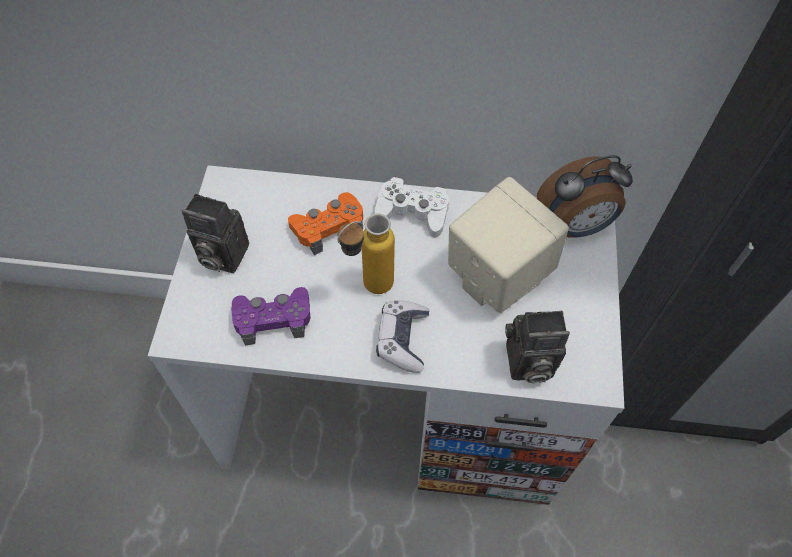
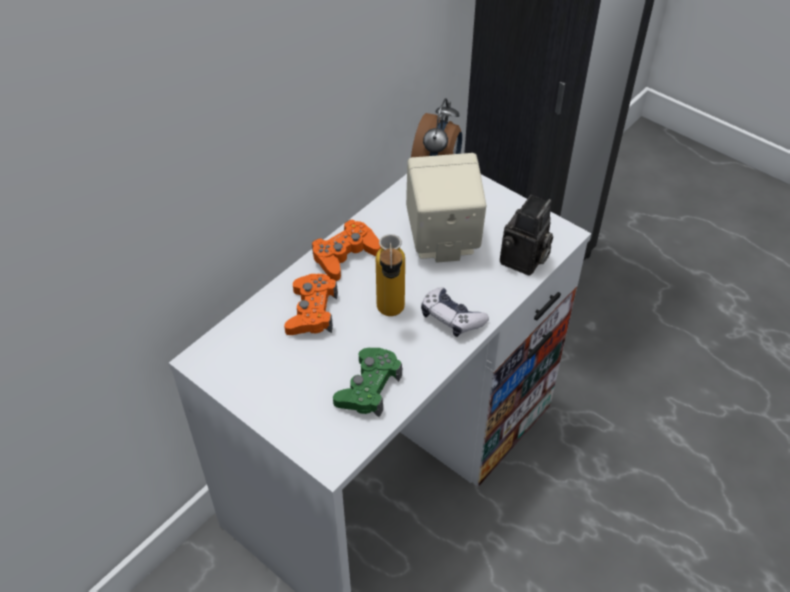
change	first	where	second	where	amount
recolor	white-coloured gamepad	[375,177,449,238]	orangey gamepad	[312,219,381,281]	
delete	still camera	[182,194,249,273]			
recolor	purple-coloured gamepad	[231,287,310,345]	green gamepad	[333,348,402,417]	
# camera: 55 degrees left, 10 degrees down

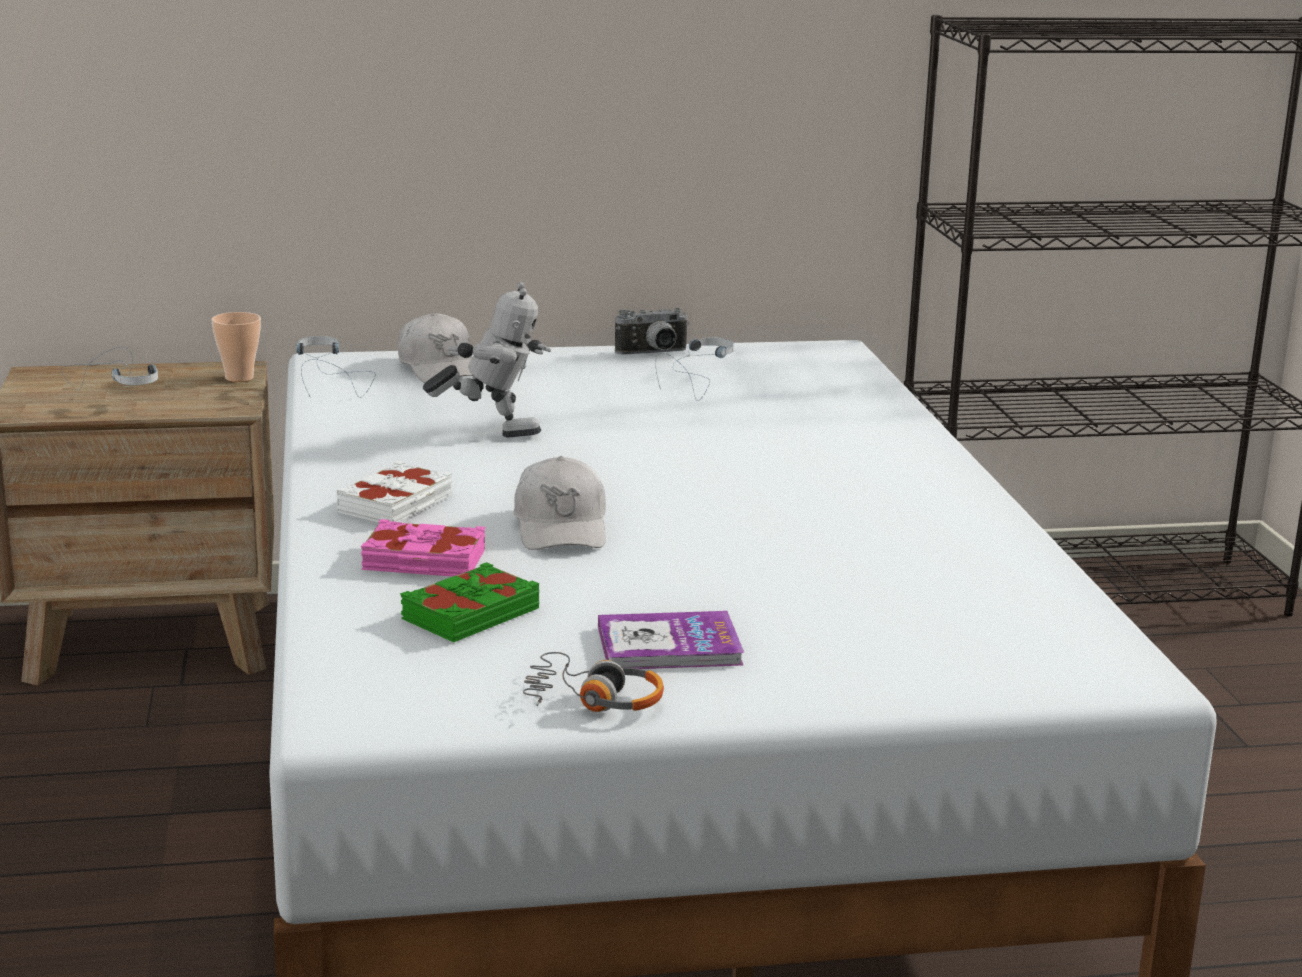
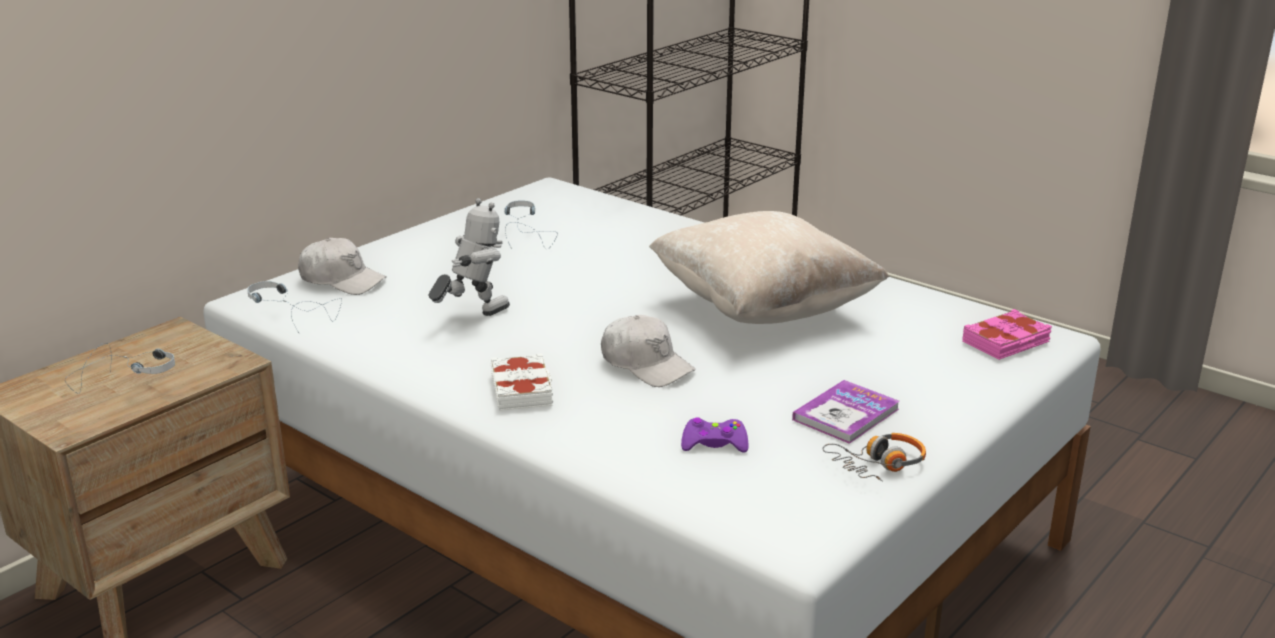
change	first	where	second	where	amount
delete	still camera	[615,308,689,355]			
delete	drinking cup	[211,312,261,382]			
move	pink-coloured volume	[361,519,485,577]		[962,309,1052,360]	
replace	green volume	[400,562,540,642]	purple-coloured gamepad	[681,418,749,453]	
insert			beige-coloured pillow	[649,211,889,324]	
# camera: 40 degrees left, 5 degrees up

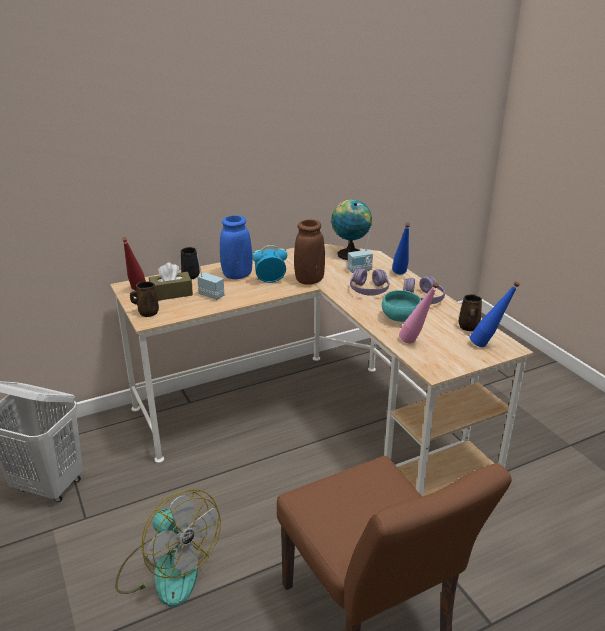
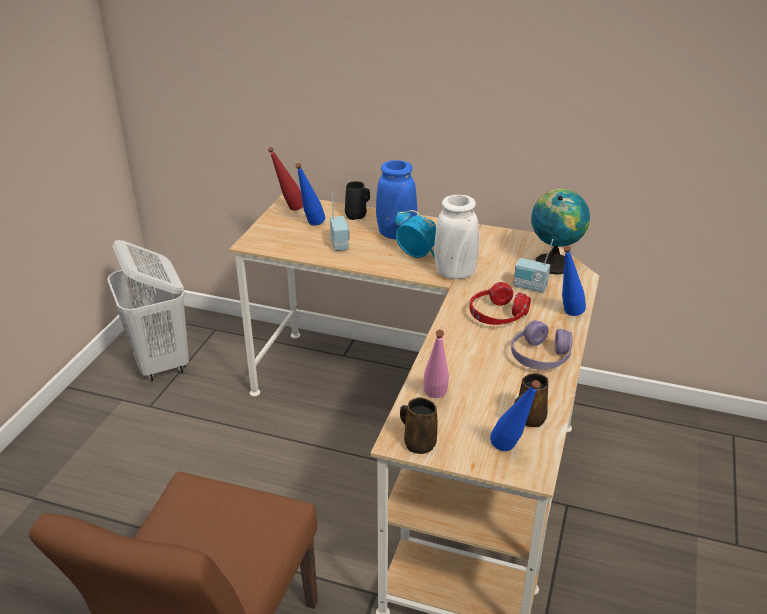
change	first	where	second	where	amount
recolor	brown flower vase	[294,219,325,285]	white-coloured flower vase	[434,195,479,279]	
replace	brown tissue box	[149,262,193,301]	bluish bottle	[295,163,325,226]	
recolor	purple-coloured headphones	[350,268,389,296]	red headphones	[470,282,531,325]	
move	brown tea mug	[130,282,159,317]		[400,397,438,454]	
delete	blue-green bowl	[382,290,421,322]			
delete	fan	[115,489,221,607]			
# camera: 45 degrees right, 5 degrees up

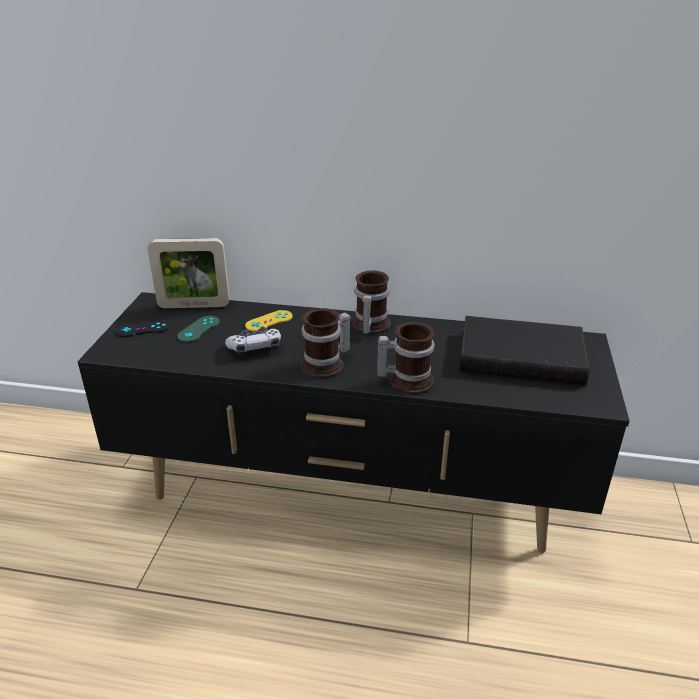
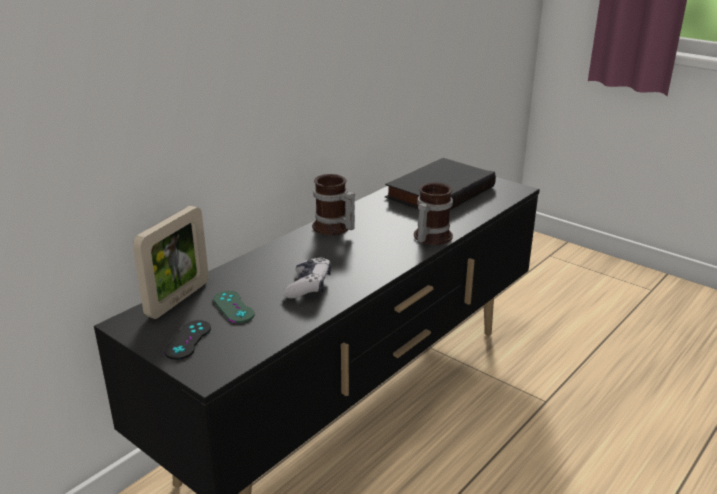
change	first	where	second	where	amount
delete	tea mug	[301,308,351,378]			
delete	yellow-coloured gamepad	[245,310,293,332]			
# camera: 60 degrees left, 5 degrees down

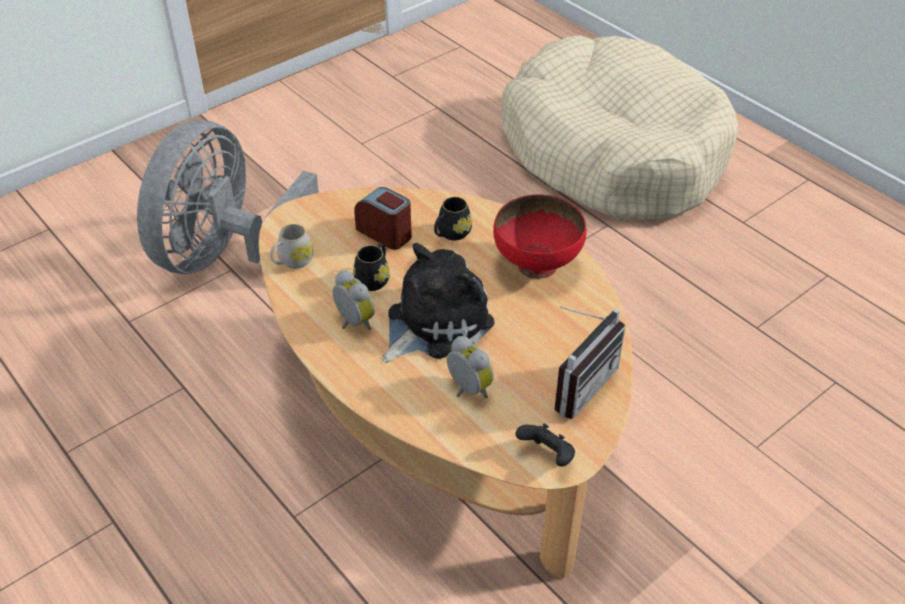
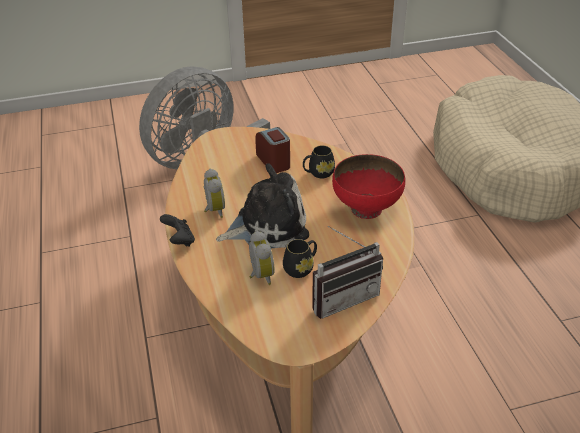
change	first	where	second	where	amount
delete	white-coloured tea mug	[270,224,313,269]			
move	black tea mug	[353,243,390,291]		[283,239,317,278]	
move	black gamepad	[516,424,575,467]		[160,214,195,247]	
# camera: 25 degrees right, 5 degrees down

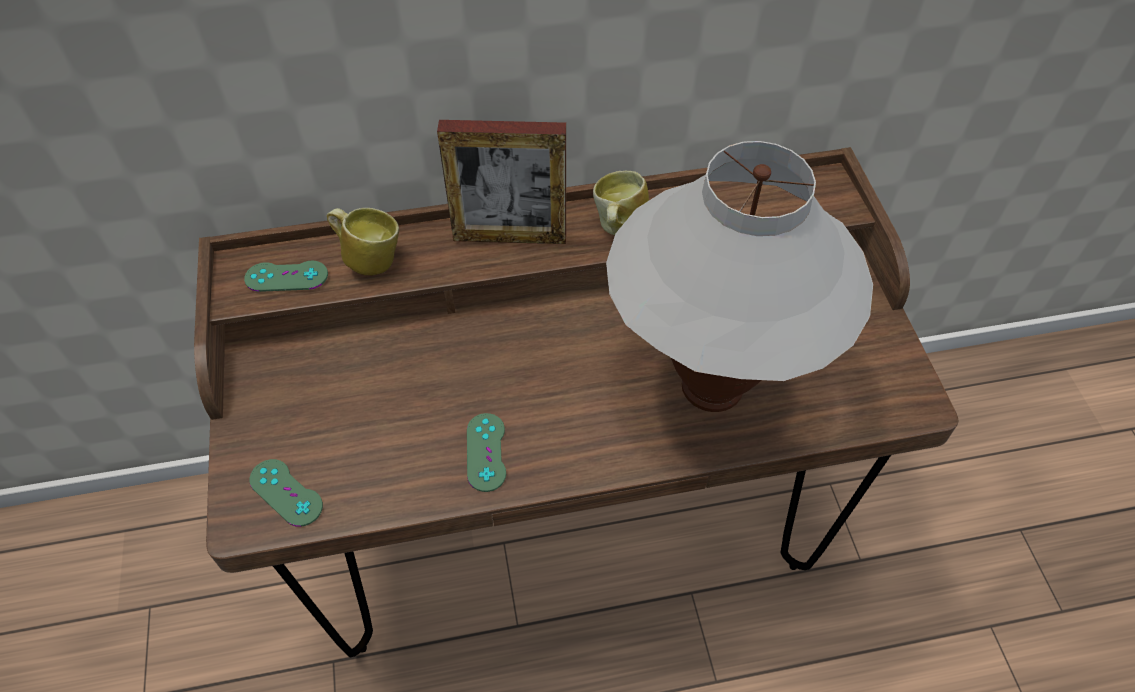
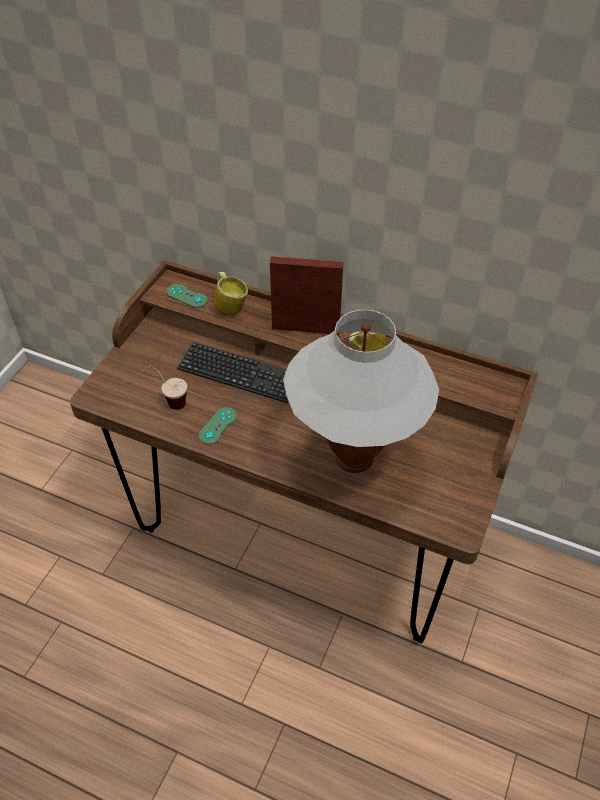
change	first	where	second	where	amount
rotate	standing frame	[437,120,566,244]		[270,256,343,335]	150 degrees clockwise
delete	green gamepad	[249,459,323,527]			
insert			keyboard	[177,342,289,403]	
insert			drinking cup	[145,362,187,410]	
# camera: 35 degrees right, 5 degrees down

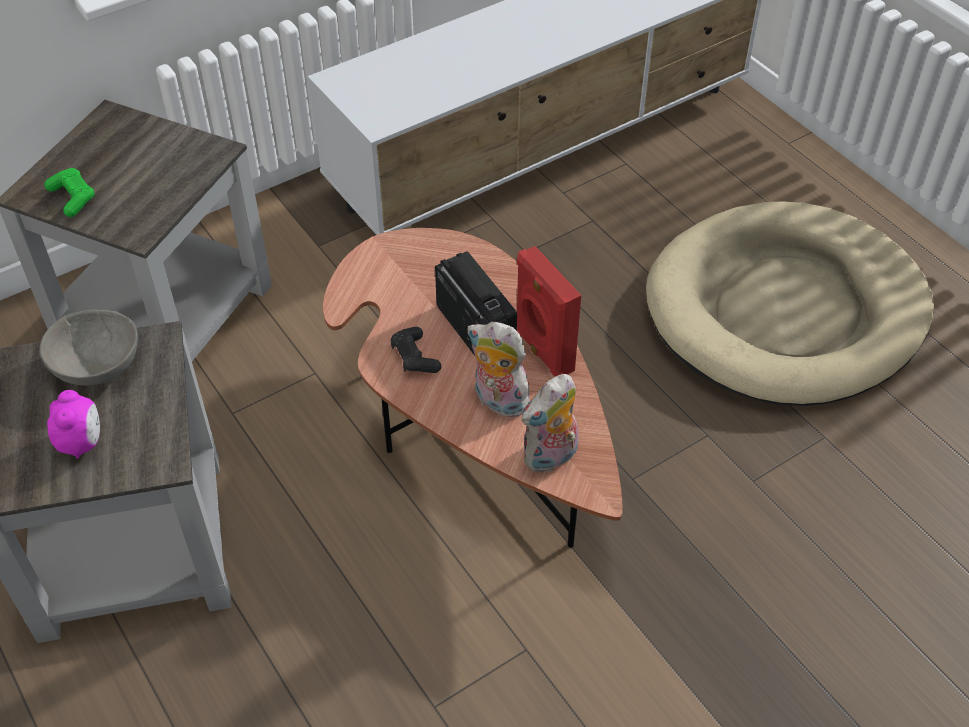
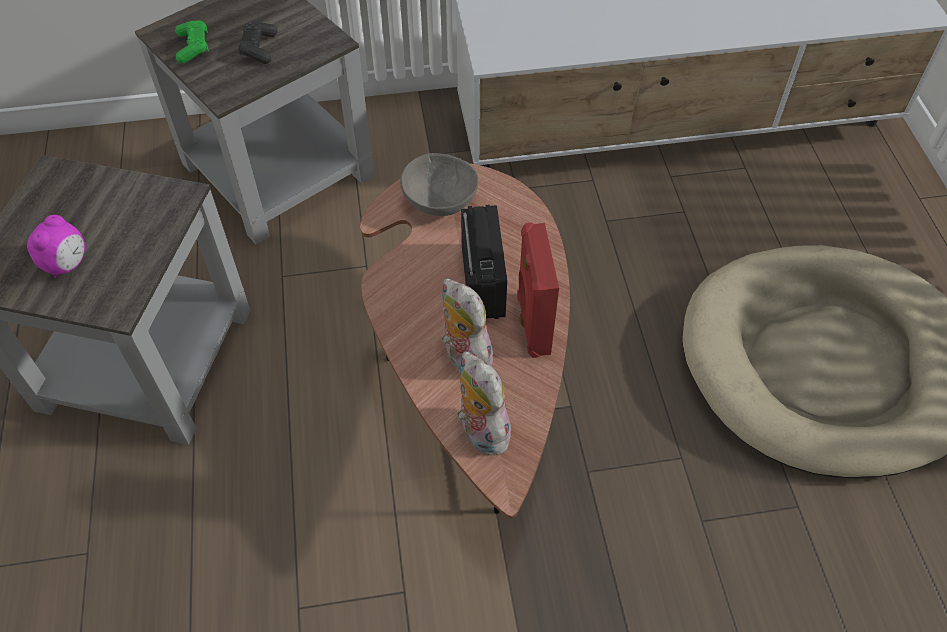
change	first	where	second	where	amount
move	gray bowl	[39,310,138,386]		[400,153,479,216]	
move	black gamepad	[391,327,441,373]		[238,22,277,64]	
rotate	soft toy	[522,374,578,473]		[457,351,511,455]	75 degrees clockwise
# camera: 25 degrees right, 5 degrees up

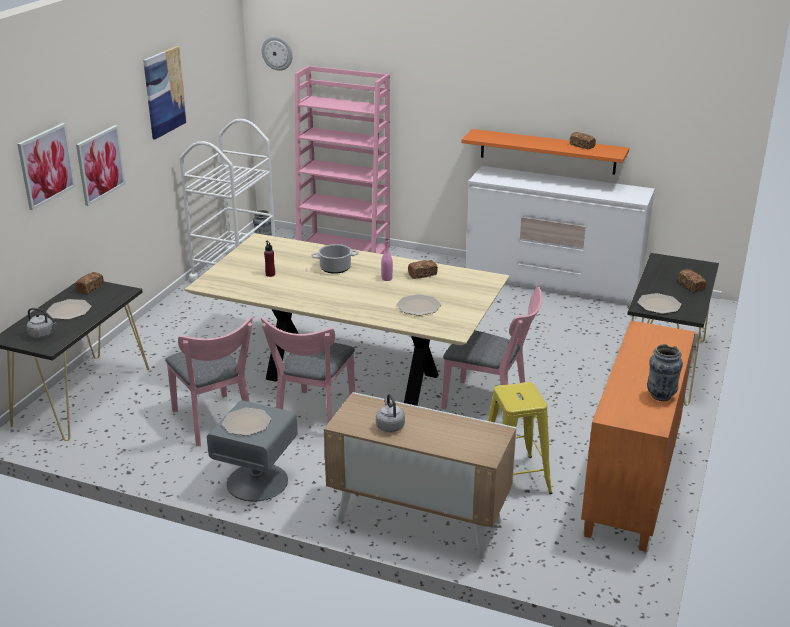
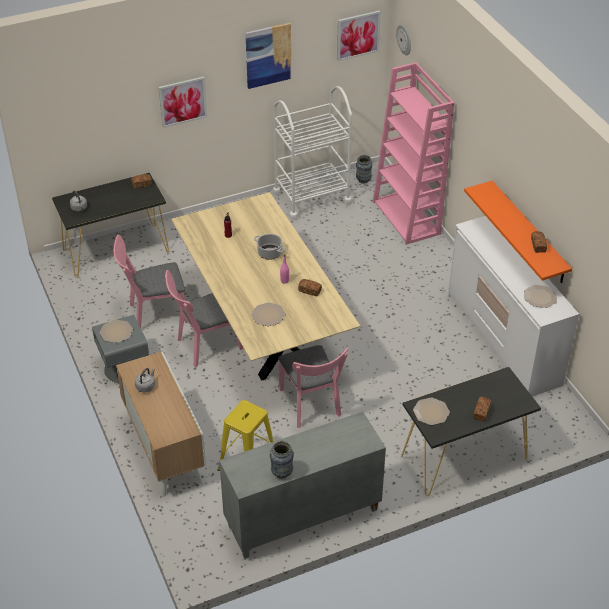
change	first	where	second	where	amount
move	picture	[18,123,76,210]		[337,10,381,61]	
move	flat dish	[46,299,91,320]		[524,285,557,308]	
rotate	pink-coloured chair	[165,317,253,446]		[114,235,188,328]	60 degrees clockwise
recolor	orangey cupboard	[581,320,695,552]	gray cupboard	[219,412,386,559]	
# camera: 45 degrees right, 15 degrees up

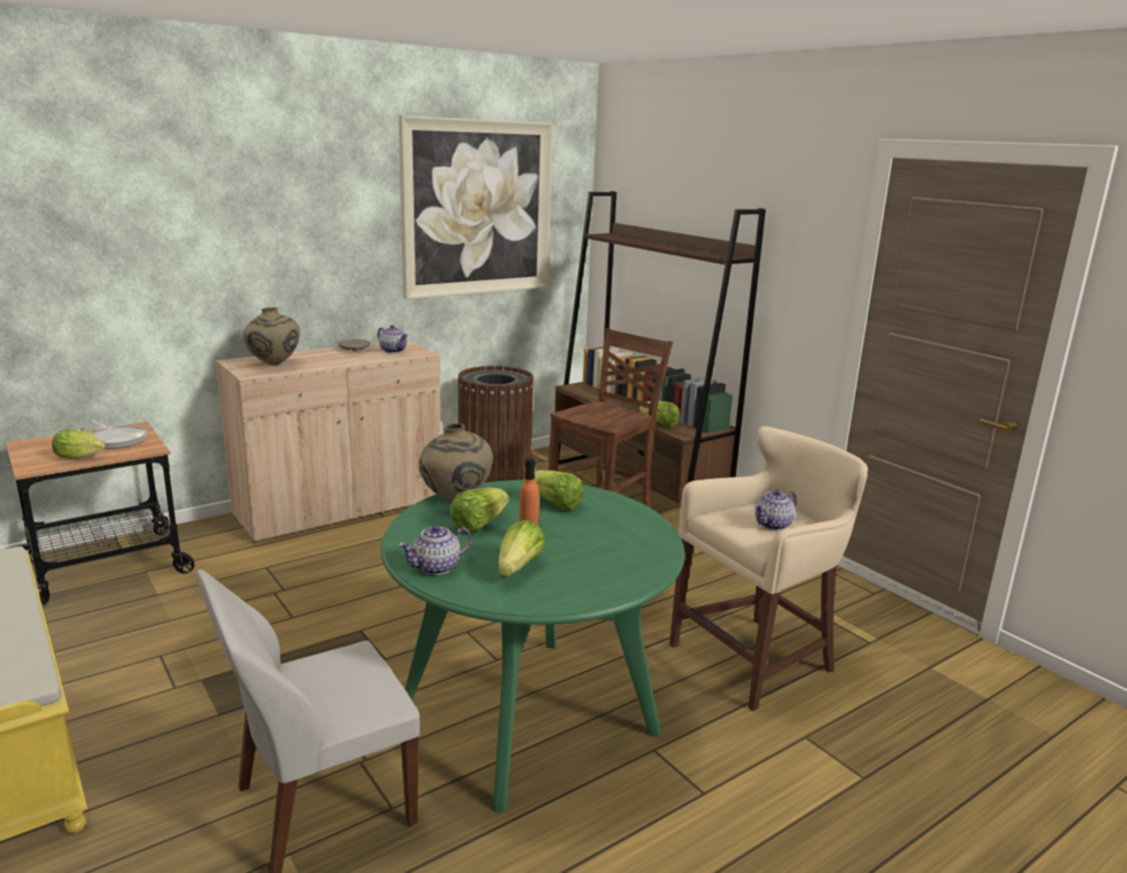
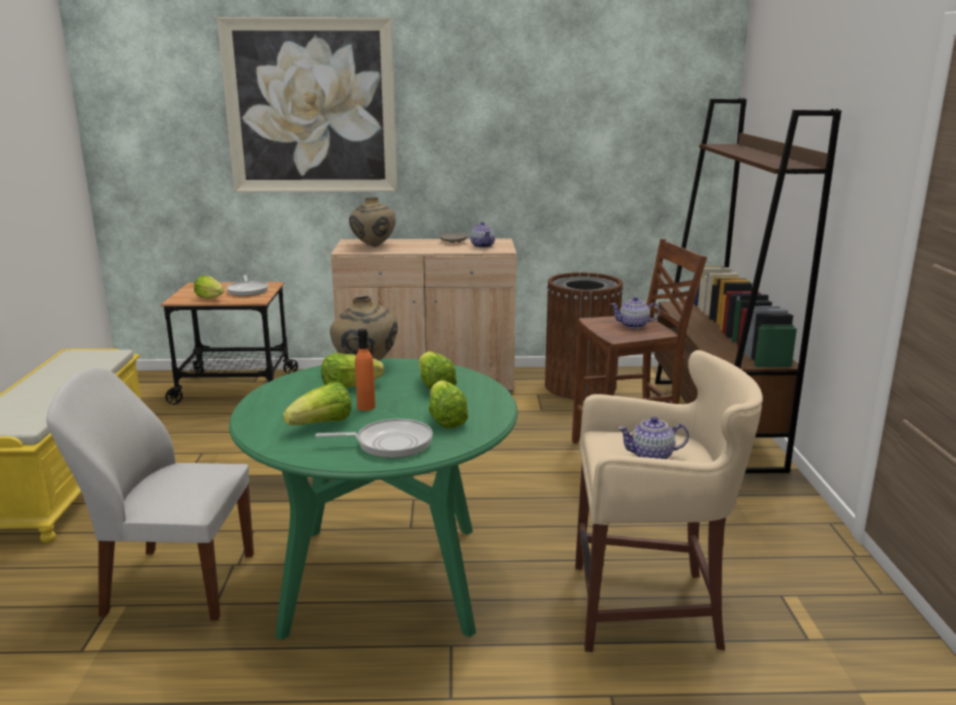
change	first	where	second	where	amount
move	picture	[399,116,553,299]		[217,17,397,192]	
move	lettuce	[639,401,680,428]		[429,380,468,428]	
move	tea pot	[399,525,472,575]		[610,297,660,329]	
insert			frying pan	[315,419,433,458]	
# camera: 35 degrees right, 0 degrees up

